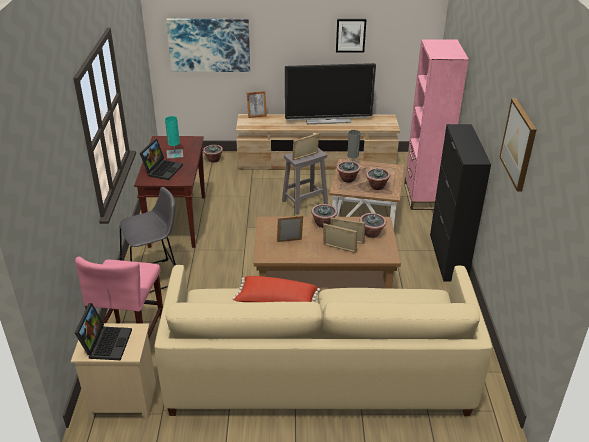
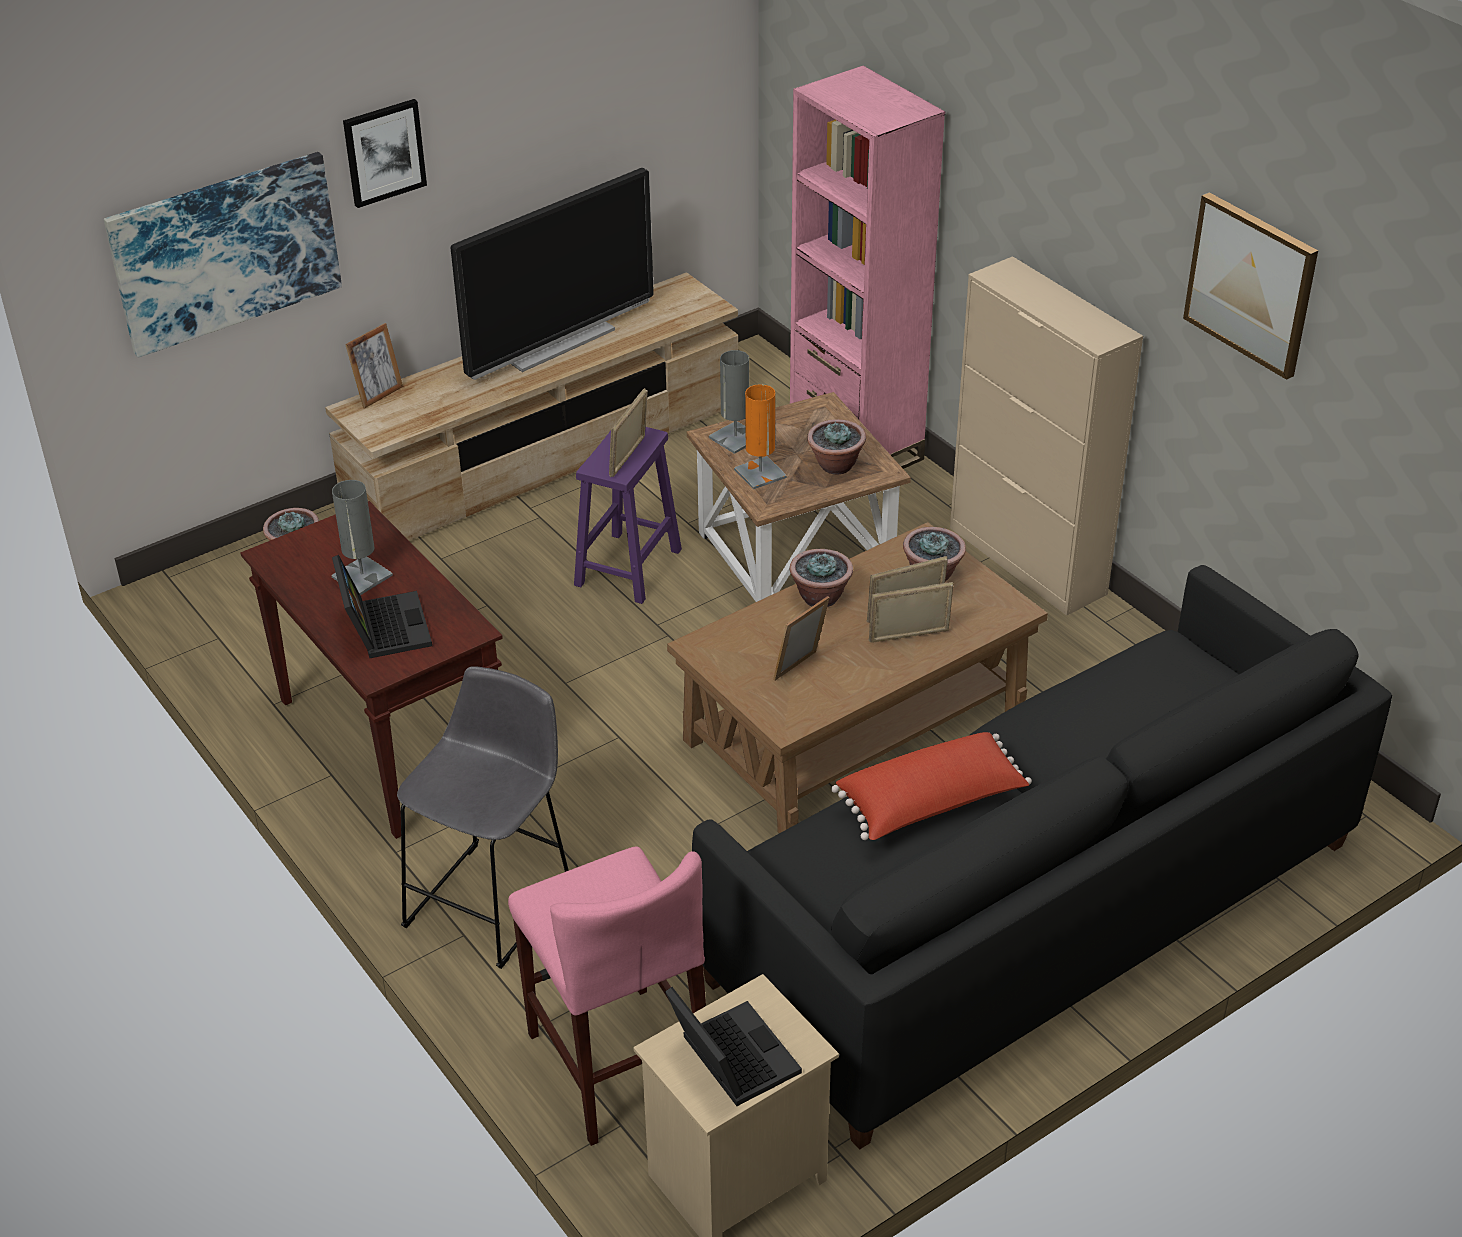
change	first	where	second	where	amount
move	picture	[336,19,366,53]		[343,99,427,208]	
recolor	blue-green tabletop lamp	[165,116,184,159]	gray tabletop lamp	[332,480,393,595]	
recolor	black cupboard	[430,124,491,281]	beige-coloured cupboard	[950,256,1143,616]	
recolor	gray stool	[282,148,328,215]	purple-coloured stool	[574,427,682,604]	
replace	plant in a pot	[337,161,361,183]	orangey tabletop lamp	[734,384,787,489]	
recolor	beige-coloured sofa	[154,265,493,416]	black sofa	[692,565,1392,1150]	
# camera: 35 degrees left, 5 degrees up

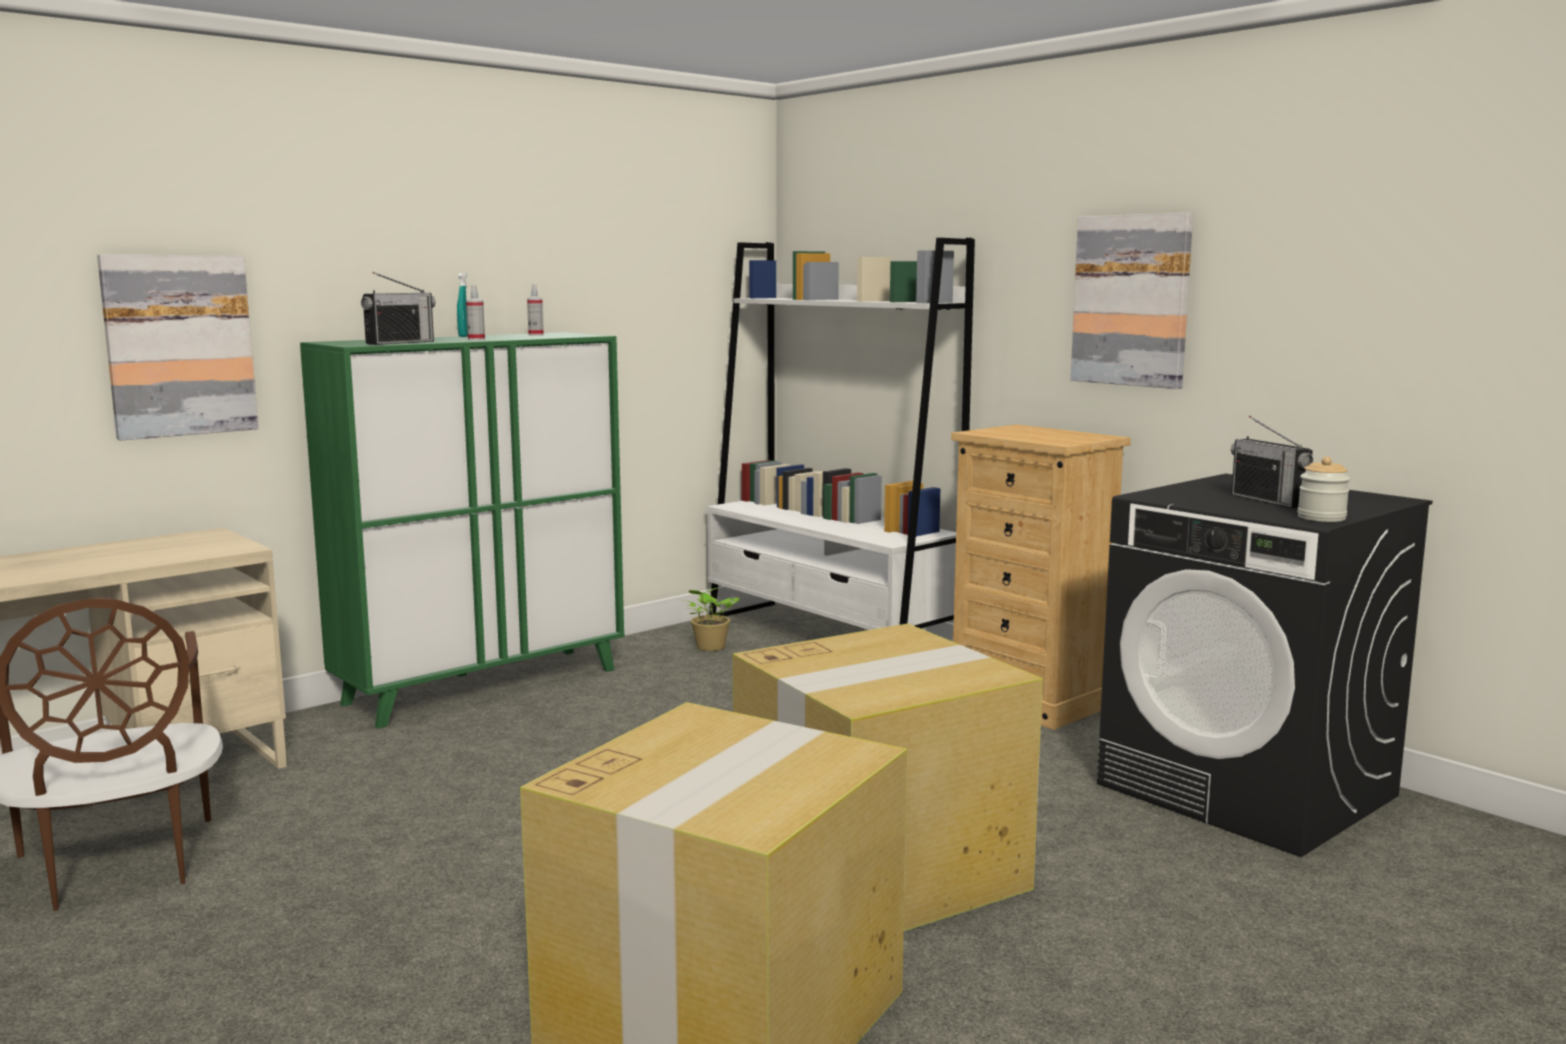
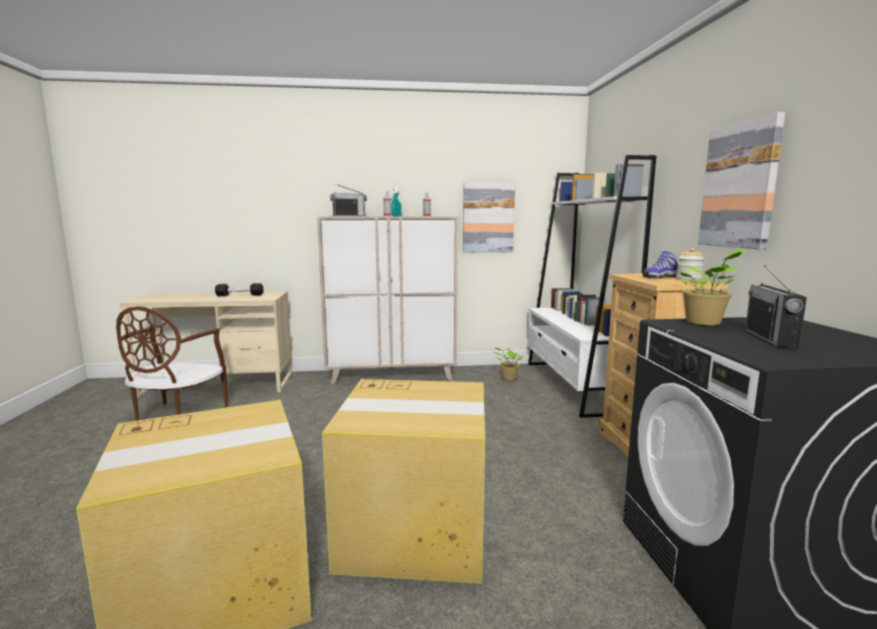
change	first	where	second	where	amount
move	picture	[97,255,259,441]		[463,182,515,253]	
recolor	green cupboard	[300,332,625,729]	beige-coloured cupboard	[317,217,458,384]	
move	jar	[1297,456,1350,522]		[676,248,705,281]	
insert			plant in a pot	[676,249,744,326]	
insert			shoe	[643,251,678,279]	
insert			black free weight	[215,283,264,296]	
# camera: 35 degrees right, 0 degrees up

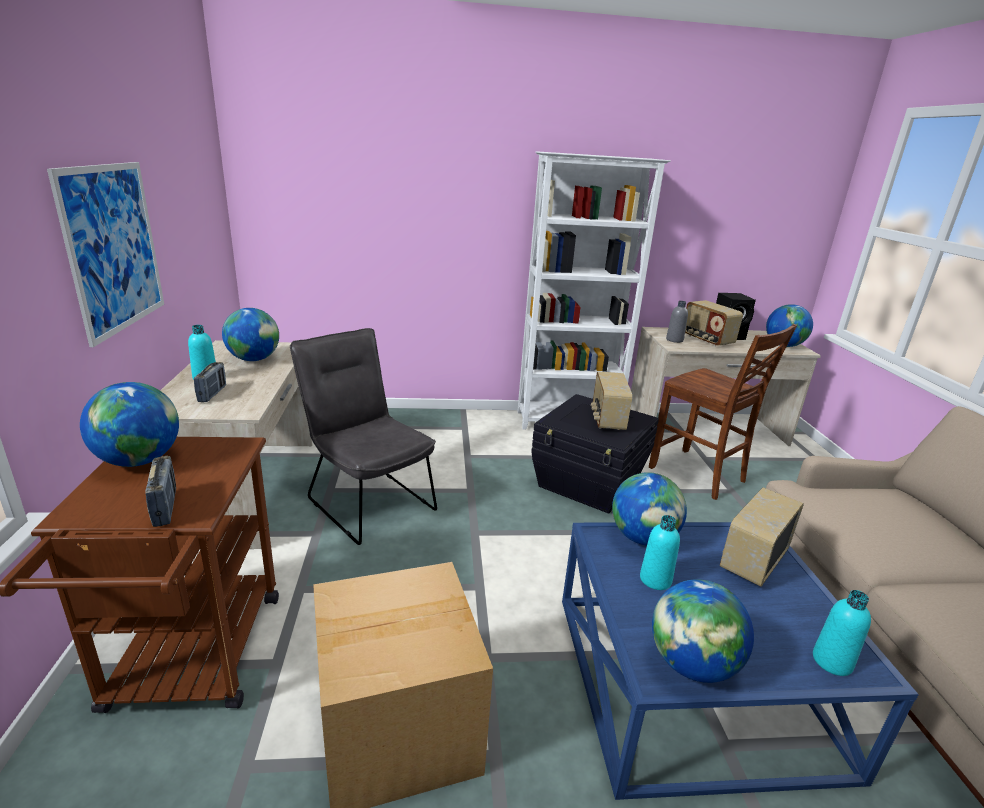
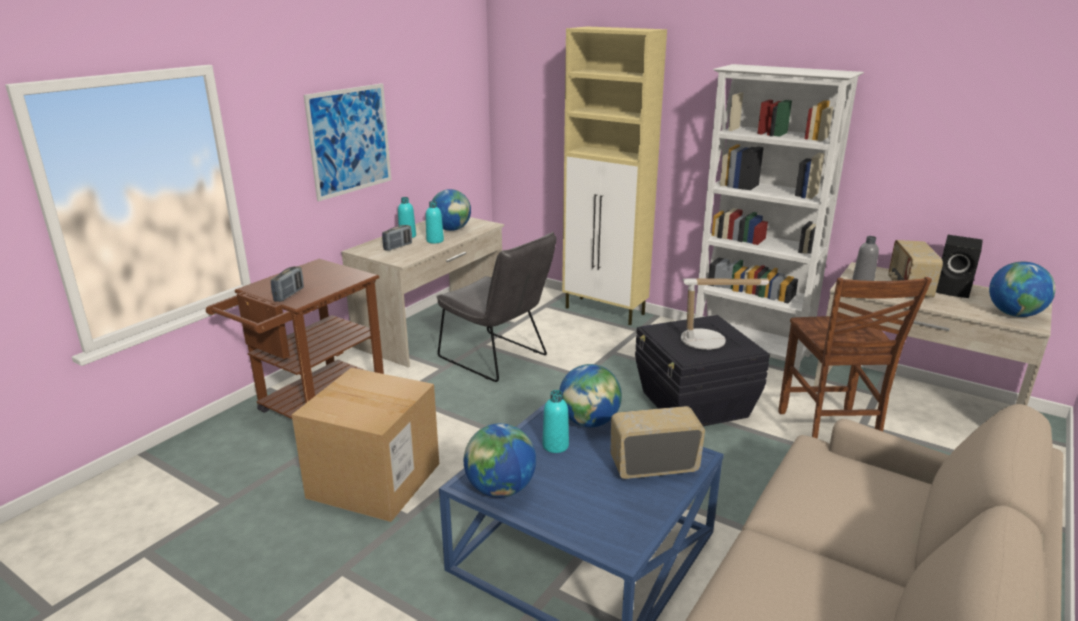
change	first	where	second	where	amount
rotate	gray chair	[290,328,437,545]		[436,232,556,382]	135 degrees clockwise
replace	radio receiver	[591,371,632,430]	tabletop lamp	[681,278,769,350]	
delete	desk globe	[80,382,179,467]			
move	blue-green bottle	[813,590,871,676]		[426,201,444,244]	
insert			beige-coloured cupboard	[562,27,667,325]	
# camera: 40 degrees right, 0 degrees up

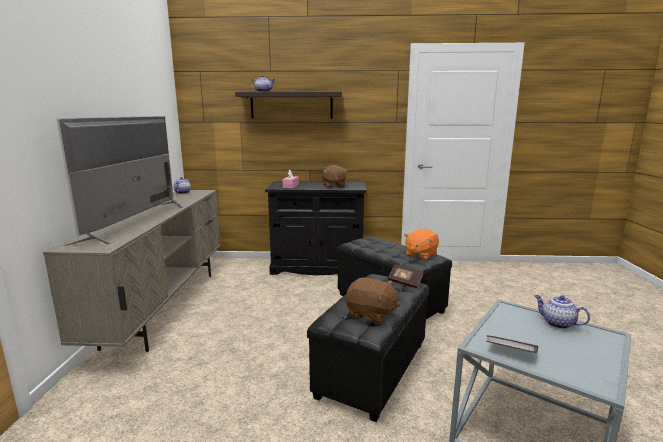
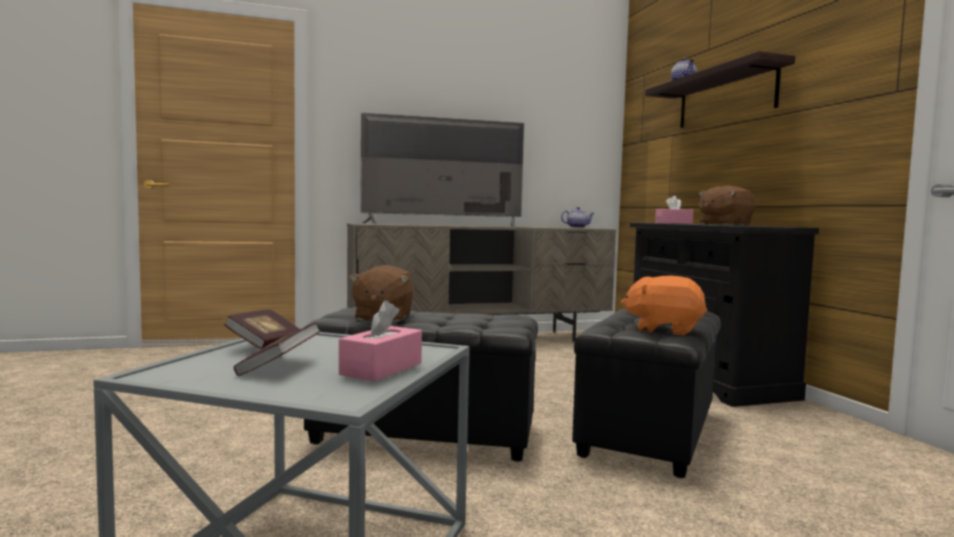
change	first	where	second	where	amount
move	volume	[388,264,423,288]		[234,322,321,376]	
replace	tea pot	[535,295,590,329]	pink-coloured tissue box	[339,300,422,381]	
# camera: 70 degrees right, 10 degrees down

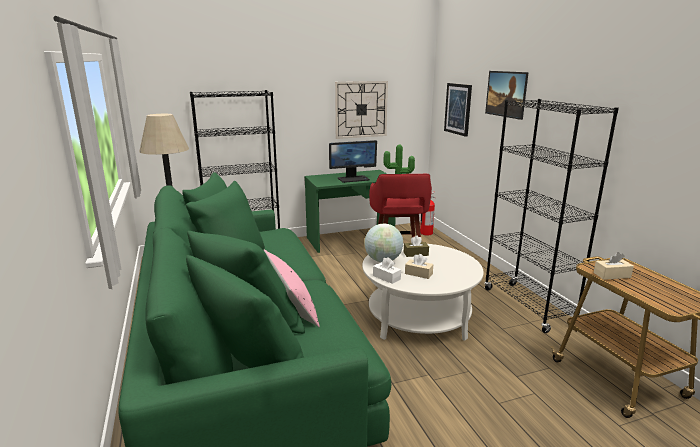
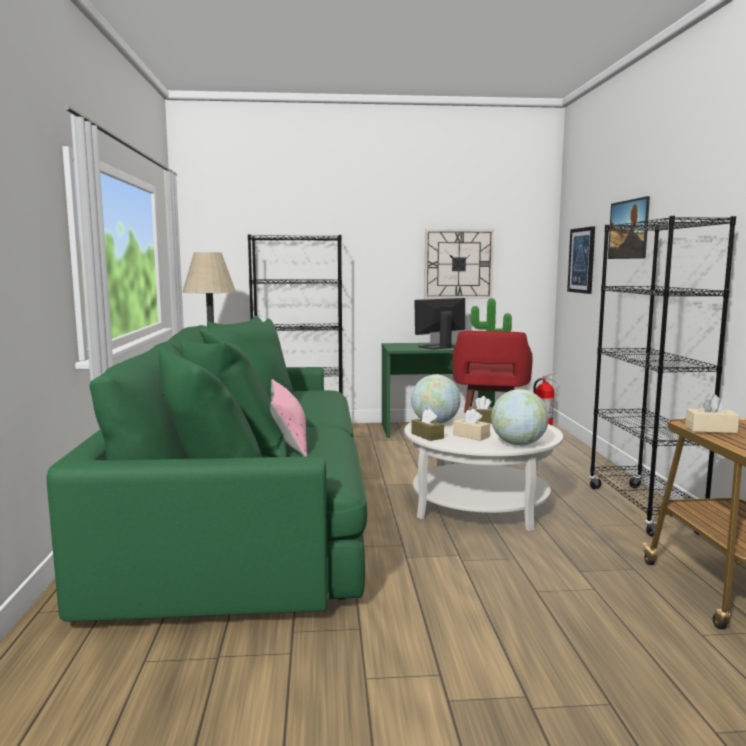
change	first	where	second	where	amount
rotate	computer screen	[329,140,377,183]		[414,298,465,350]	150 degrees clockwise
recolor	white-coloured tissue box	[373,257,401,284]	brown tissue box	[411,409,444,441]	
insert			desk globe	[491,389,549,446]	
# camera: 15 degrees right, 10 degrees down

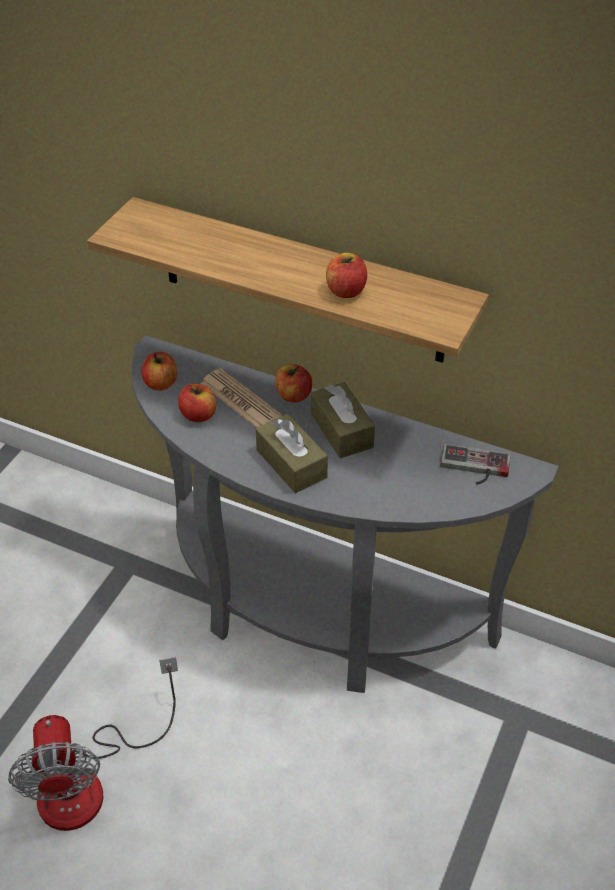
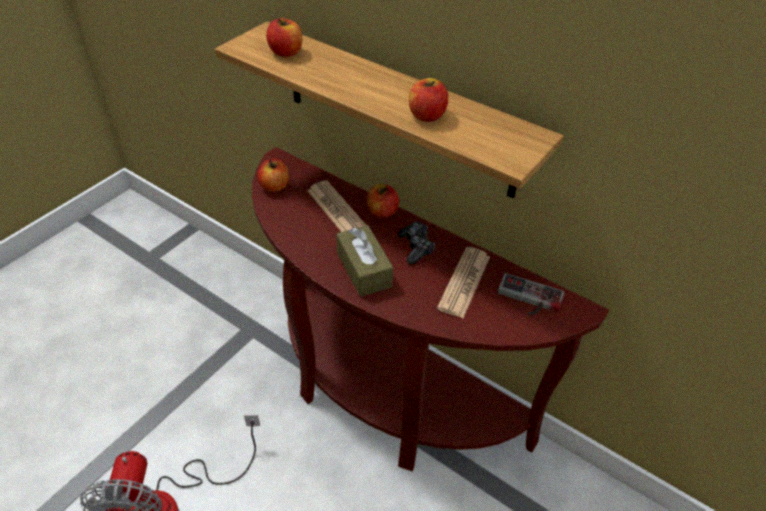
change	first	where	second	where	amount
recolor	gray narrow table	[132,335,559,693]	brown narrow table	[252,147,609,471]	
replace	brown tissue box	[311,382,375,458]	gamepad	[397,222,435,264]	
move	whole apple	[178,384,216,422]		[266,18,302,57]	
insert			printed paper	[437,247,490,318]	
# camera: 10 degrees right, 0 degrees up

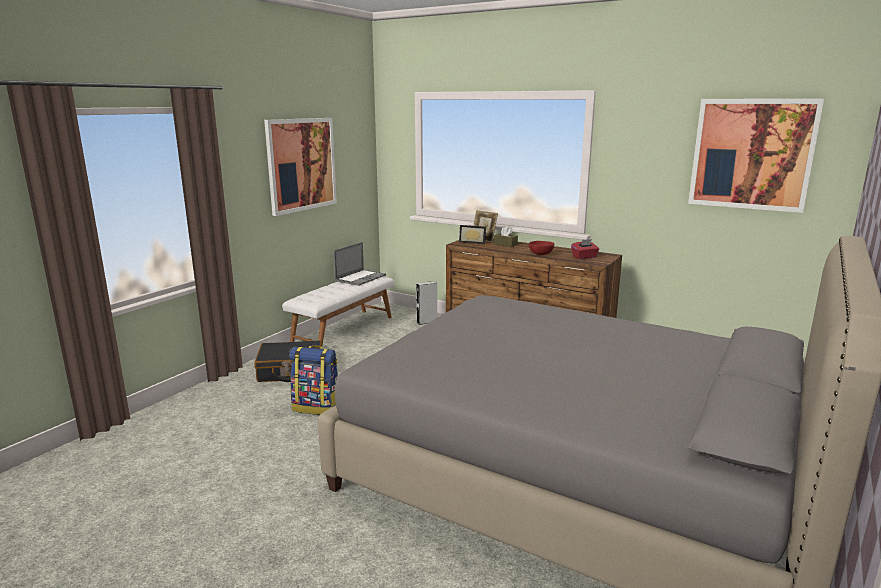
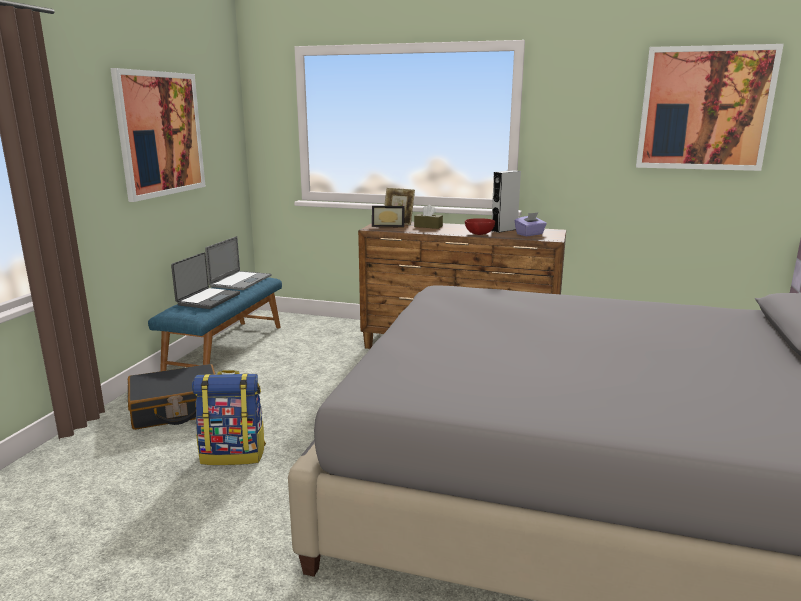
change	first	where	second	where	amount
recolor	red tissue box	[571,239,599,259]	purple-coloured tissue box	[515,213,547,236]	
recolor	white-coloured bench	[282,276,394,345]	bluish bench	[148,277,282,371]	
move	gray loudspeaker	[416,281,437,325]		[492,170,521,233]	
insert			portable computer	[171,252,240,309]	
# camera: 15 degrees left, 0 degrees up

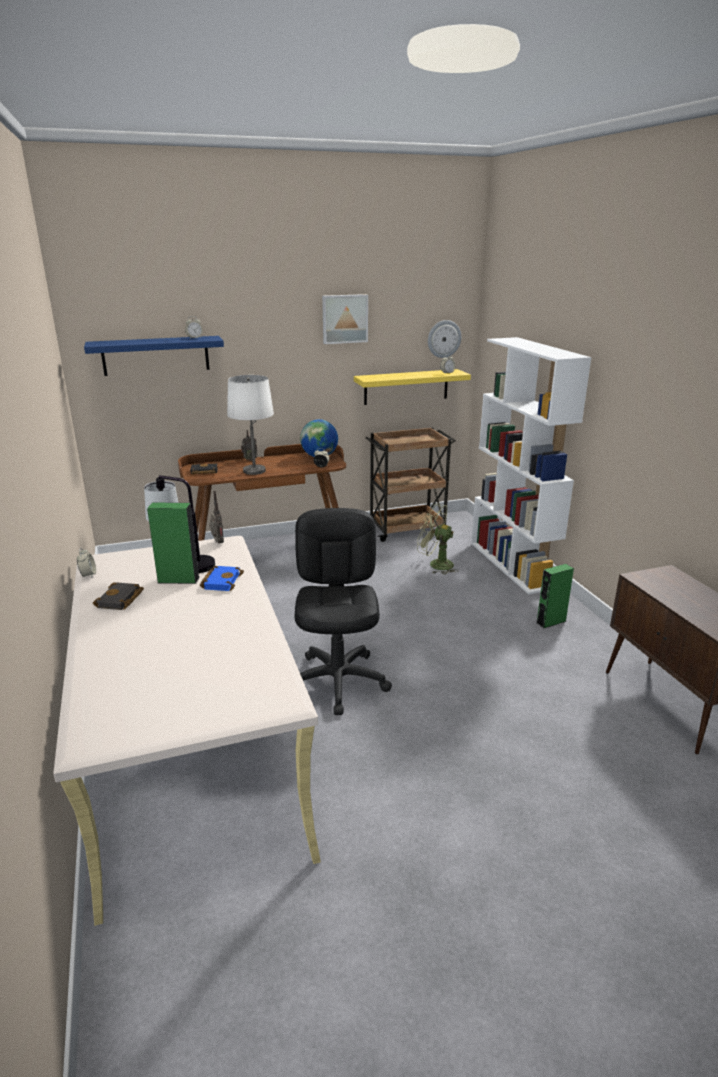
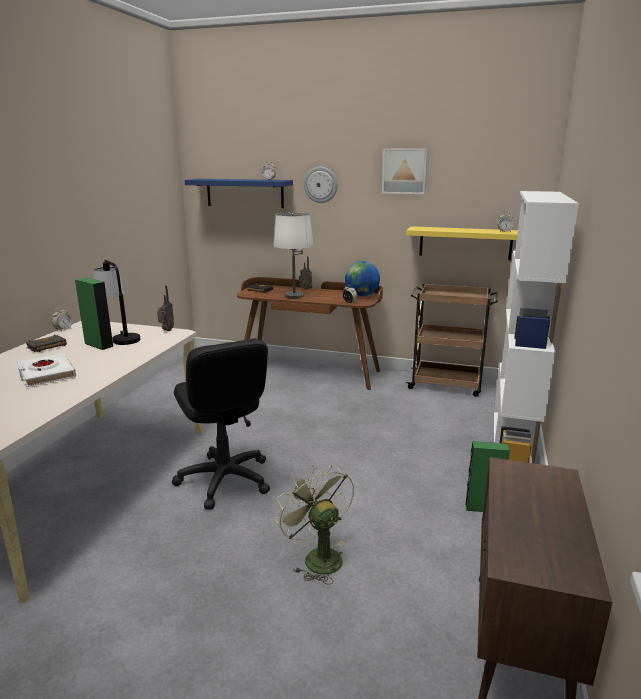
change	first	where	second	where	amount
move	hanging clock	[428,320,461,358]		[304,167,337,203]	
move	green fan	[417,503,459,575]		[275,464,354,585]	
rotate	black desk chair	[295,508,392,715]		[172,339,270,510]	120 degrees clockwise
delete	bluish volume	[200,566,244,591]			
insert			white-coloured volume	[17,353,76,387]	
# camera: 35 degrees right, 5 degrees down

